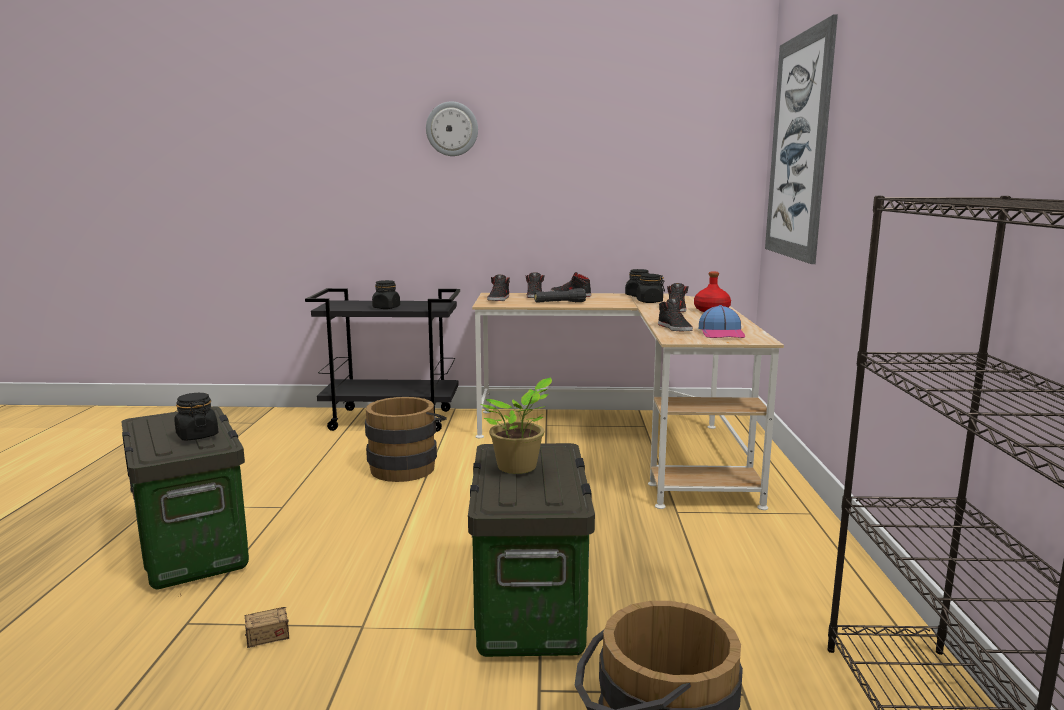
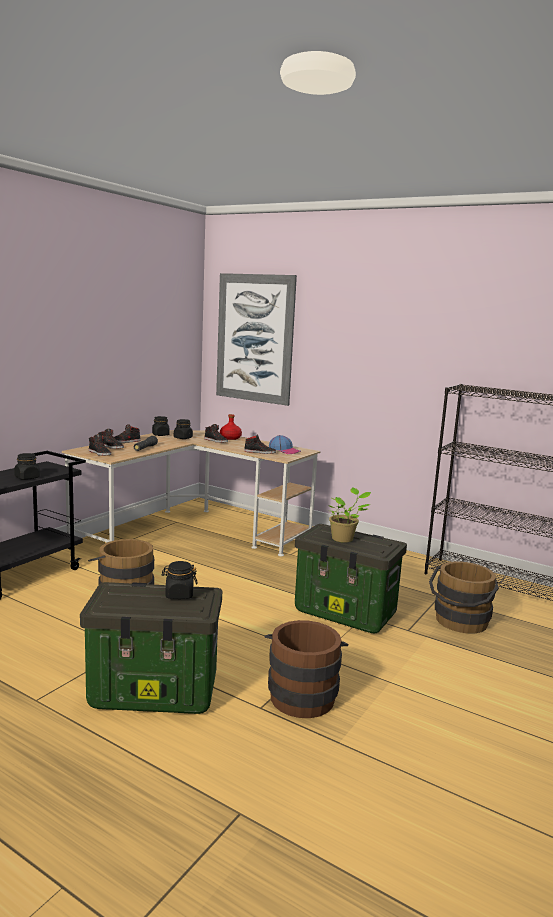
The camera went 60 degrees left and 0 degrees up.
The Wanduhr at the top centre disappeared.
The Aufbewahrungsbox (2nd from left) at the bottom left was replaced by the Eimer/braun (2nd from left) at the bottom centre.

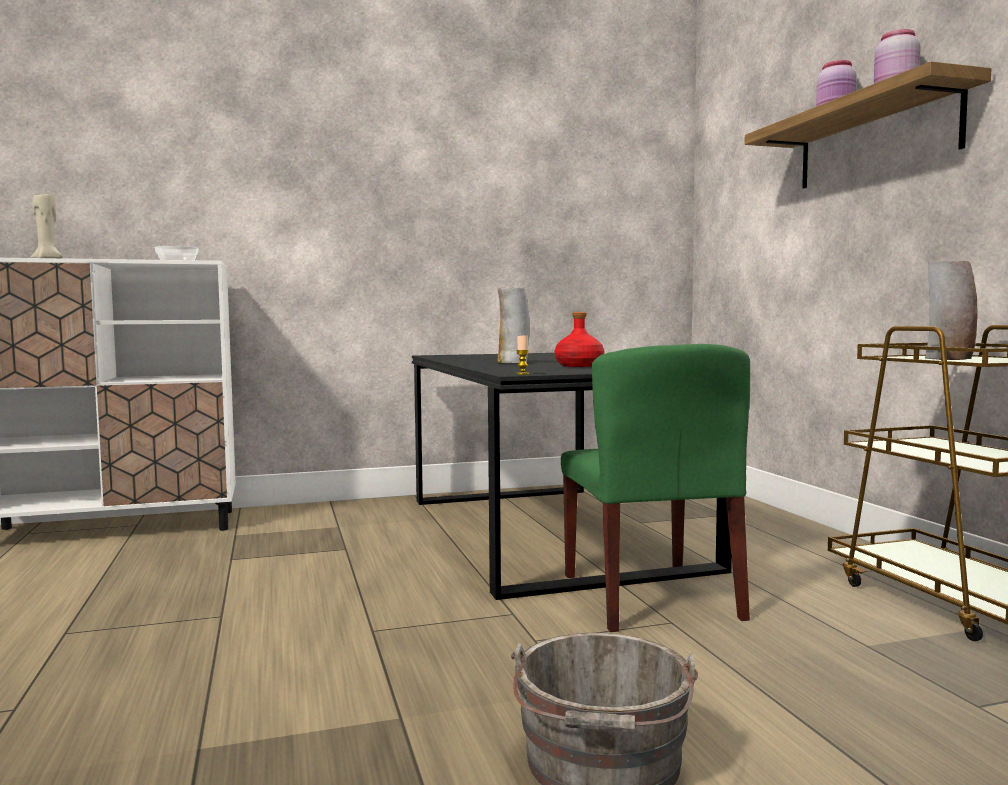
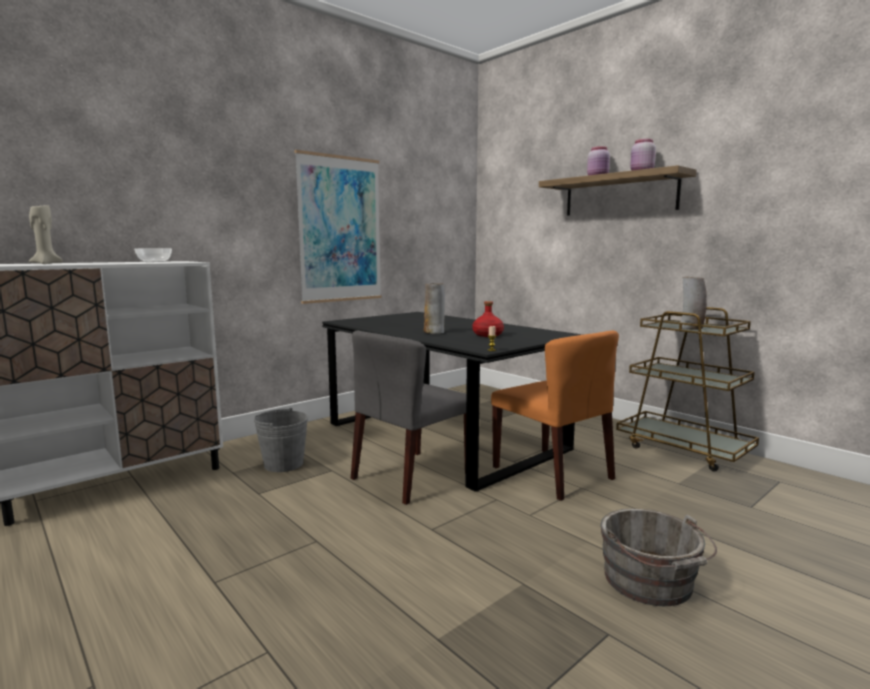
The camera went 25 degrees left and 5 degrees up.
The Eimer/grau (1st from left) at the middle left appeared.
The Bild at the top centre appeared.
The Stuhl/grau at the centre appeared.
The Stuhl/grün at the centre became the Stuhl/orange at the centre.

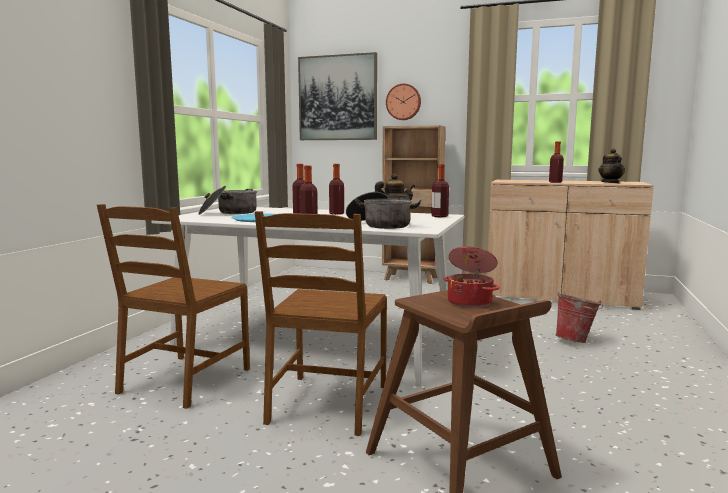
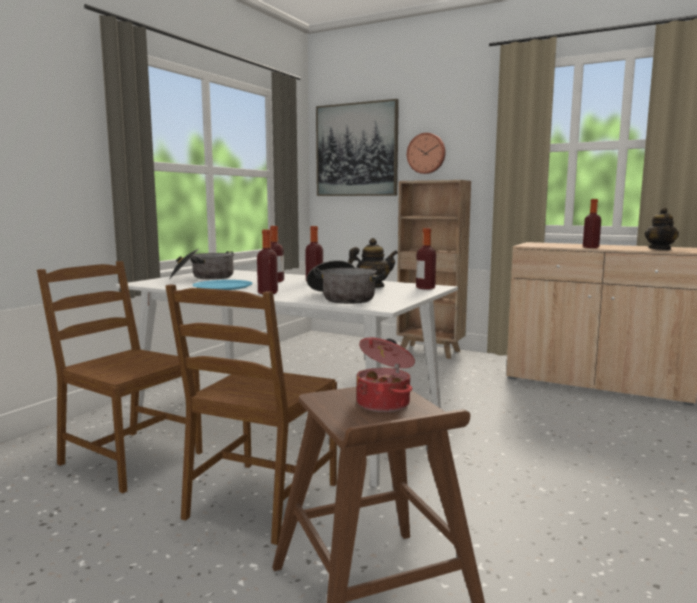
The camera went 10 degrees right and 0 degrees up.
The Eimer at the middle right disappeared.
The Stuhl/braun (1st from left) at the middle left turned 90 degrees clockwise.

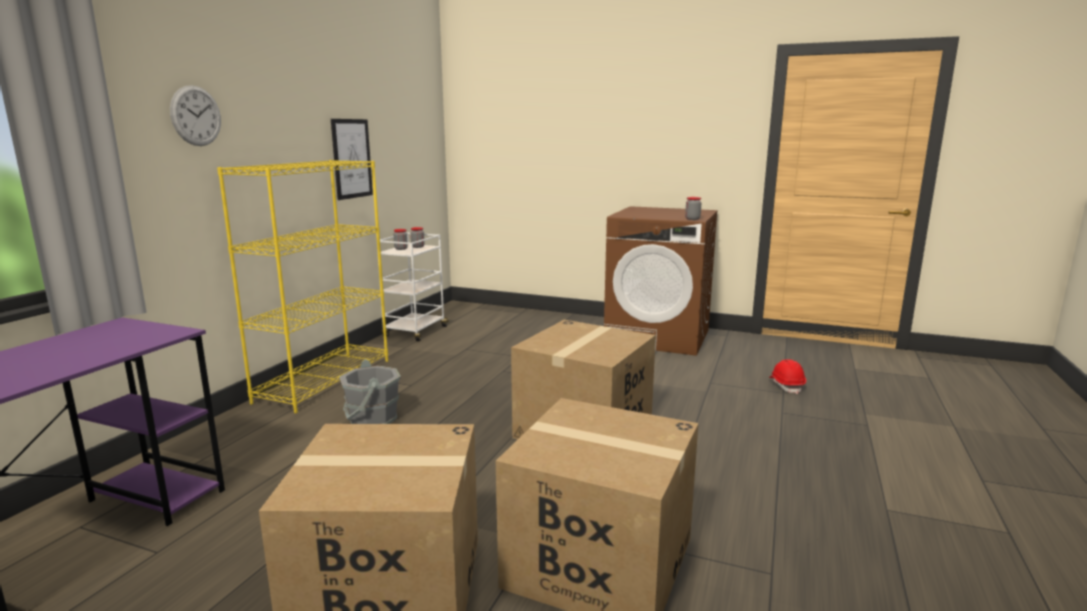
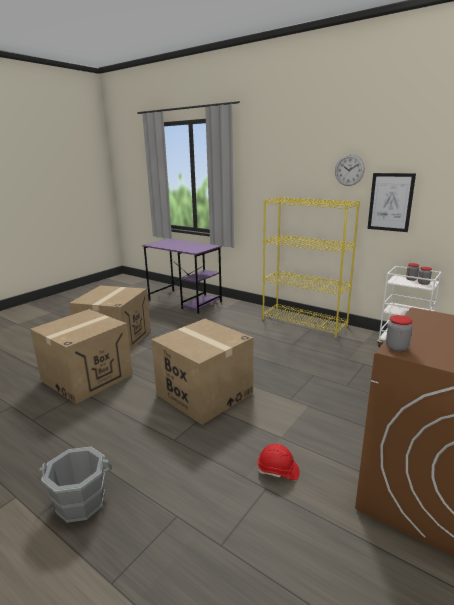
The camera went 105 degrees right and 5 degrees up.
The Wanduhr moved from the top left to the top right.
The Eimer/grau moved from the centre to the bottom left.
The Schutzhelm/rot moved from the middle right to the bottom centre.

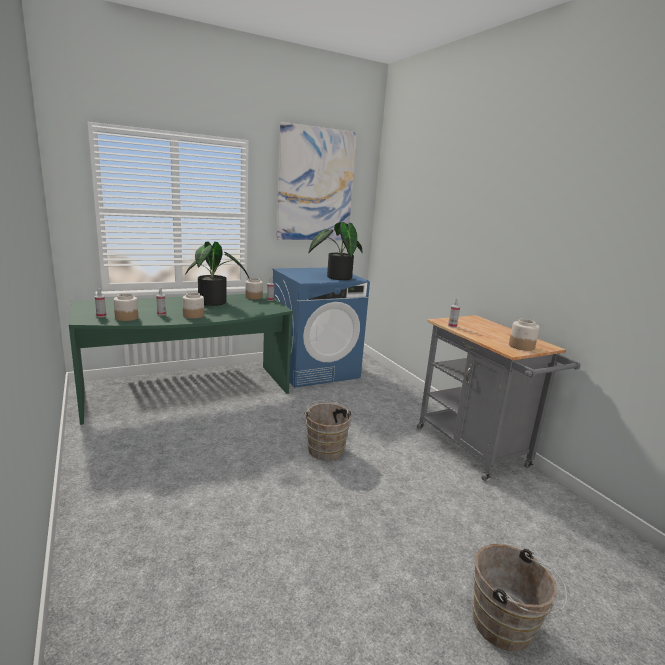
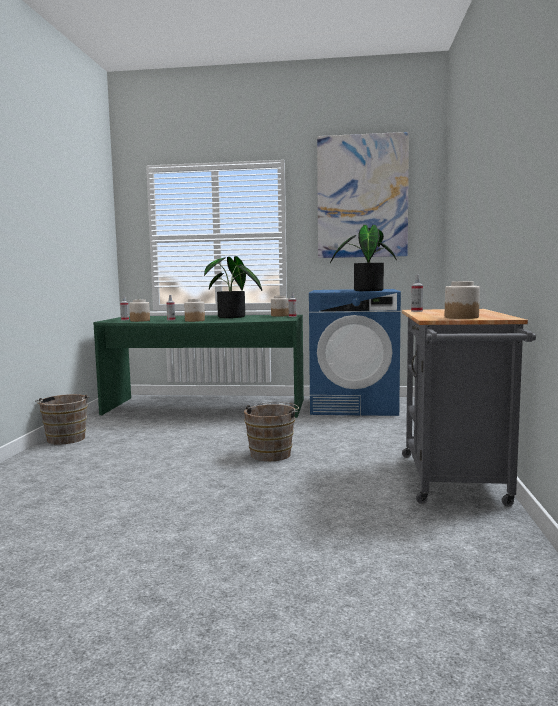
The camera went 35 degrees right and 10 degrees down.
The Eimer/braun (2nd from left in the first image) moved from the bottom right to the middle left.

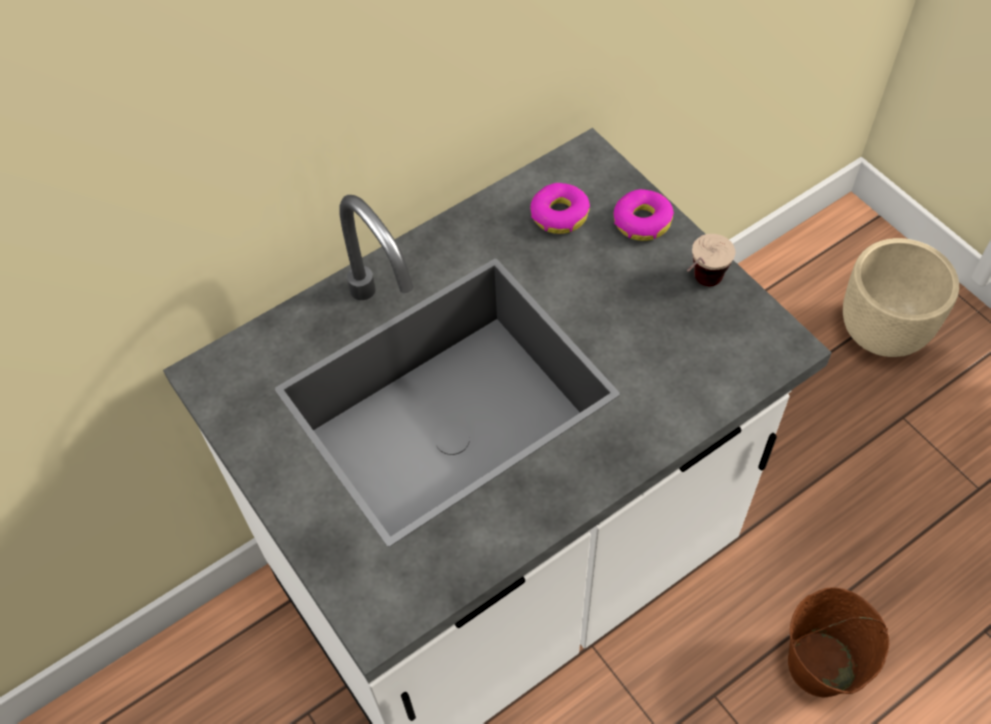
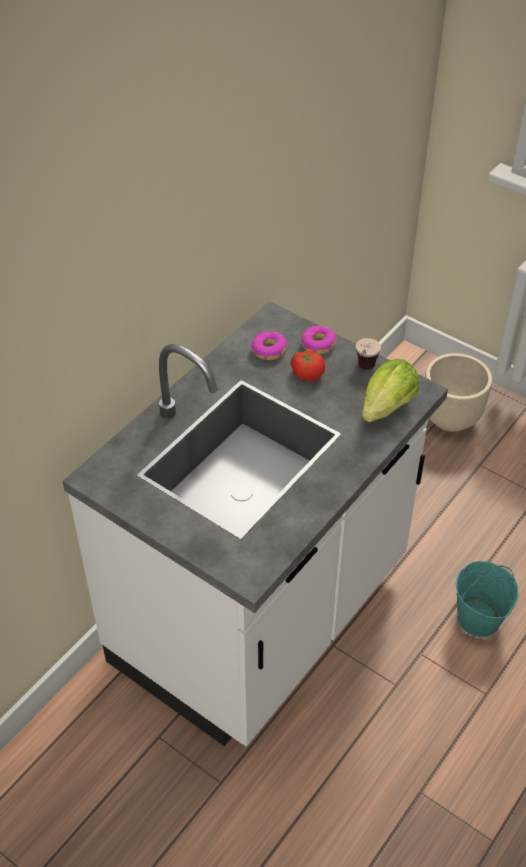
The camera went 20 degrees left and 10 degrees down.
The Tomate at the centre appeared.
The Salatkopf at the middle right appeared.
The Eimer/braun at the bottom right became the Eimer/türkis at the bottom right.

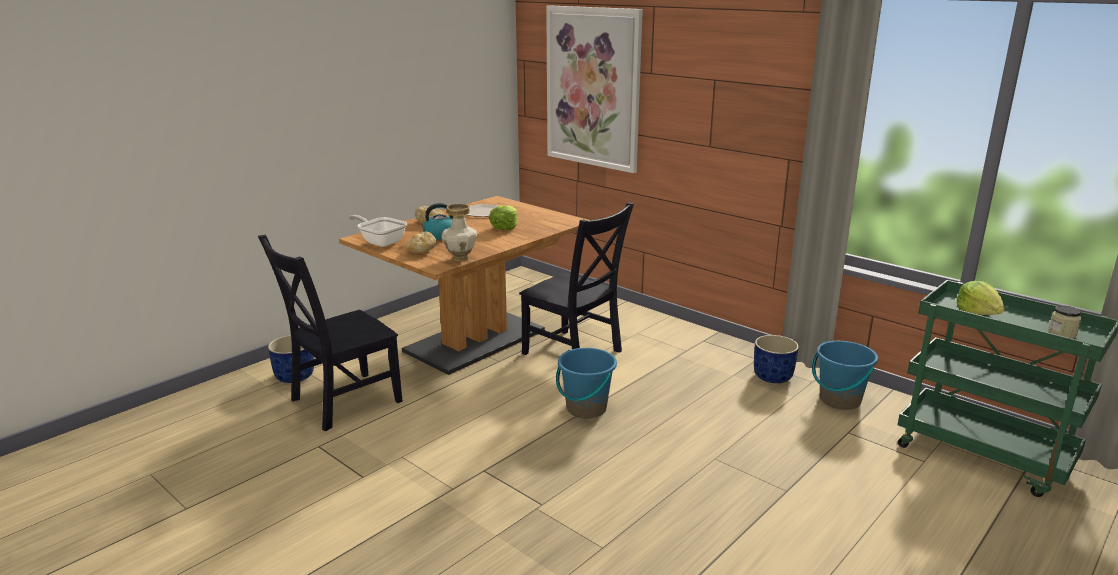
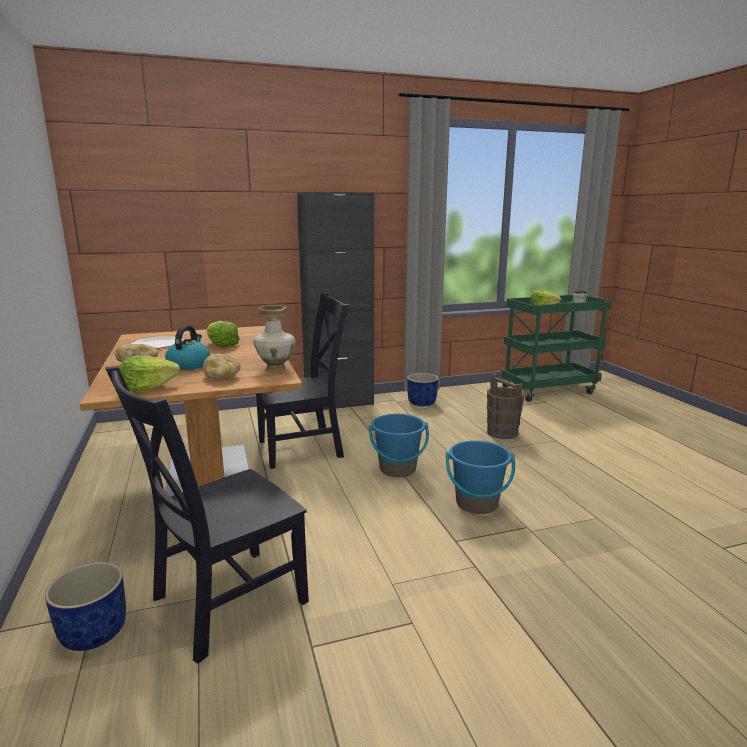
The camera went 60 degrees left and 5 degrees down.
The Bild at the top centre disappeared.
The Schrank/schwarz at the centre appeared.
The Eimer/braun at the middle right appeared.
The Eimer/blau (2nd from left) moved from the middle right to the centre.
The Pfanne at the centre was replaced by the Salatkopf (1st from left) at the middle left.
The Stuhl/schwarz (1st from left) at the middle left turned 60 degrees clockwise.

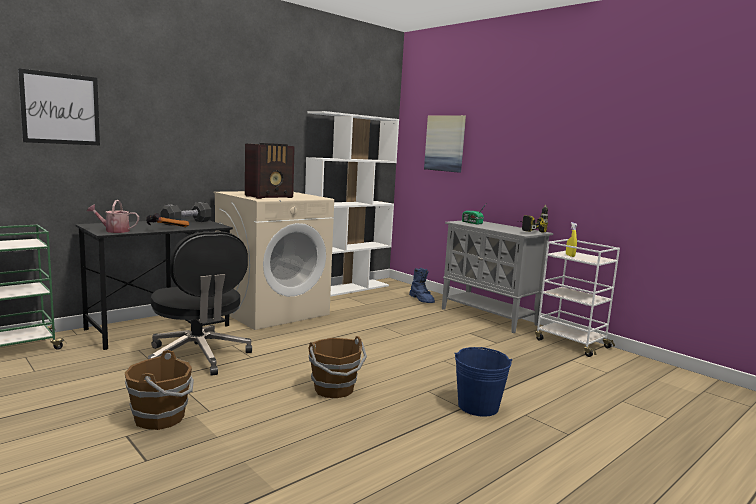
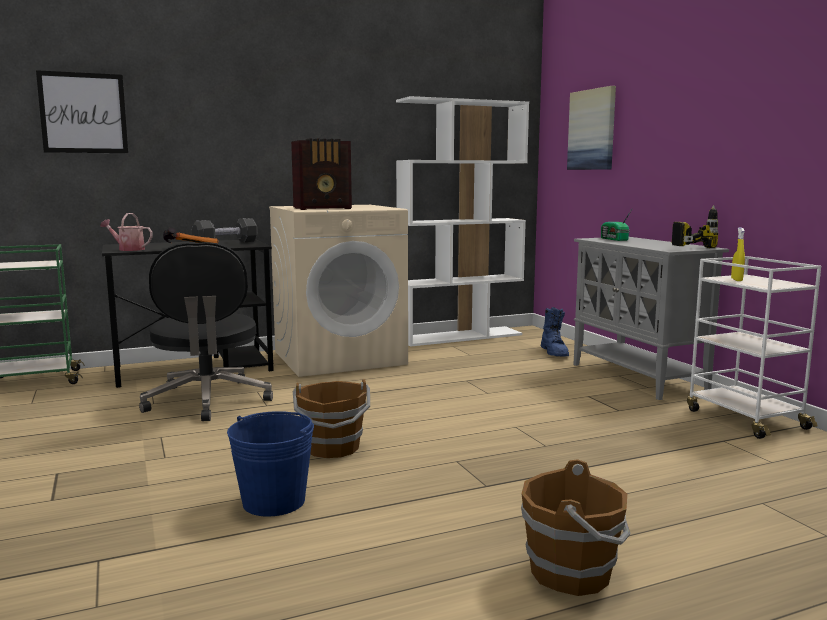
The camera went 20 degrees right and 0 degrees up.
The Eimer/braun (1st from left in the first image) moved from the bottom left to the bottom right.
The Eimer/blau moved from the bottom centre to the bottom left.

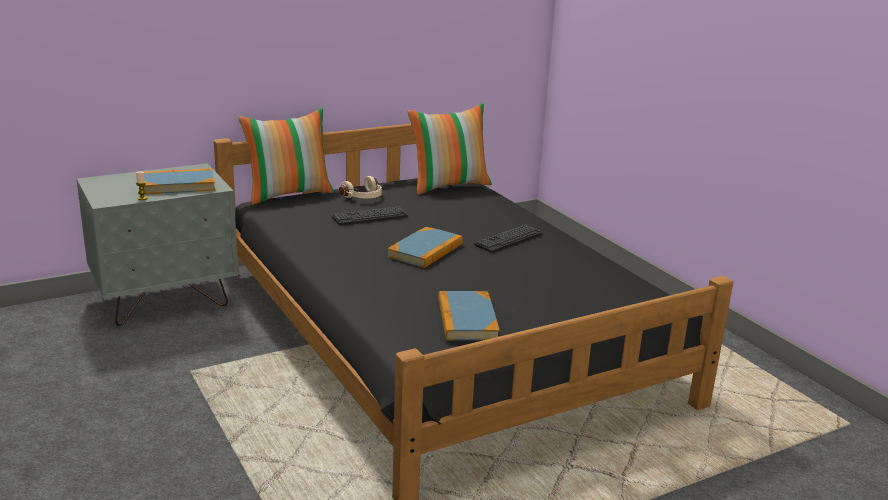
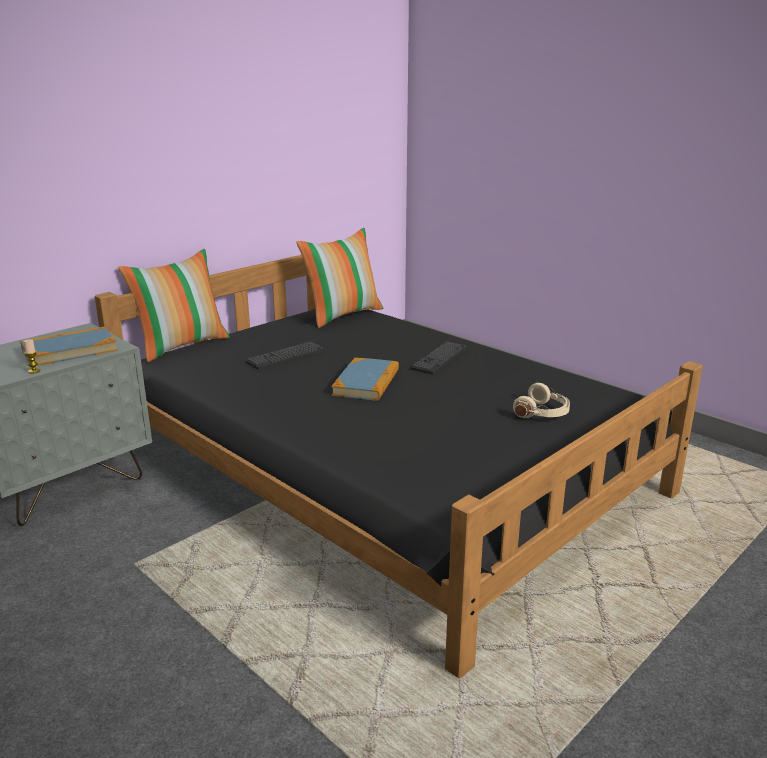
The camera went 15 degrees left and 0 degrees up.
The Buch (3rd from left) at the centre disappeared.
The Kopfhörer/beige moved from the centre to the middle right.

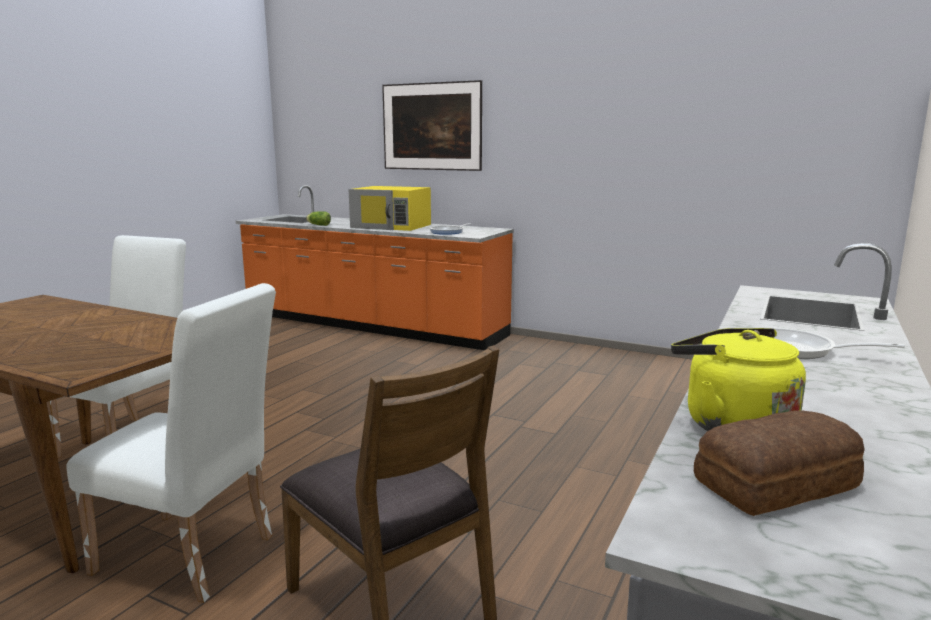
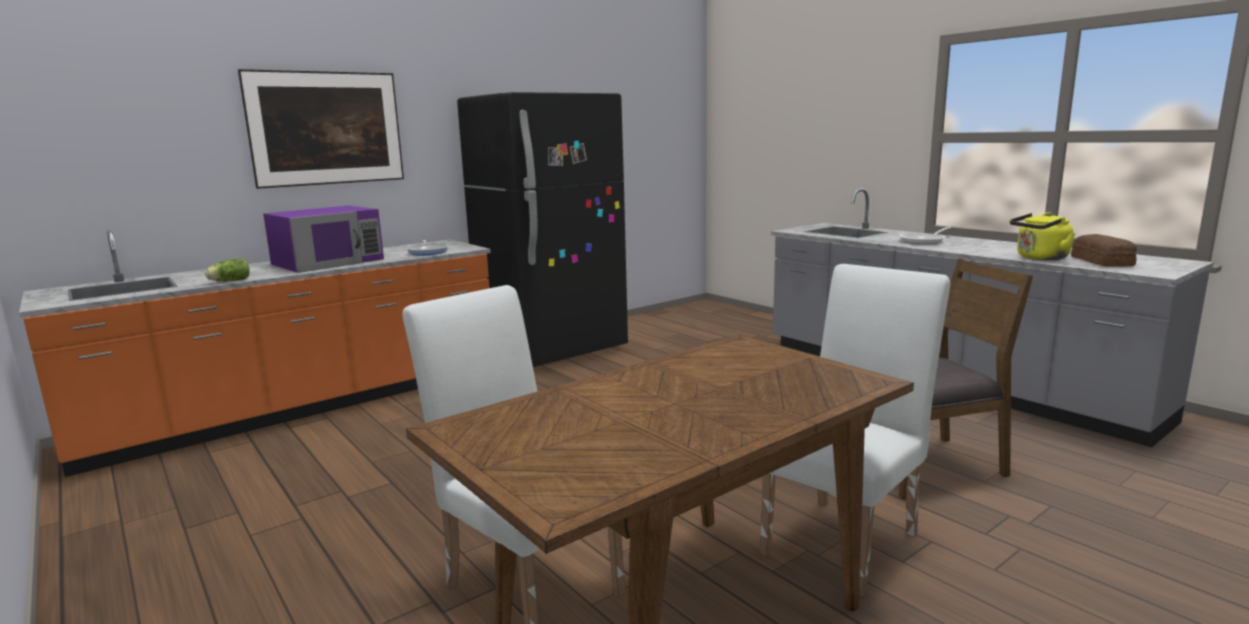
The camera went 65 degrees left and 0 degrees up.
The Kühlschrank/schwarz at the centre appeared.
The Mikrowelle/gelb at the centre became the Mikrowelle/lila at the middle left.

